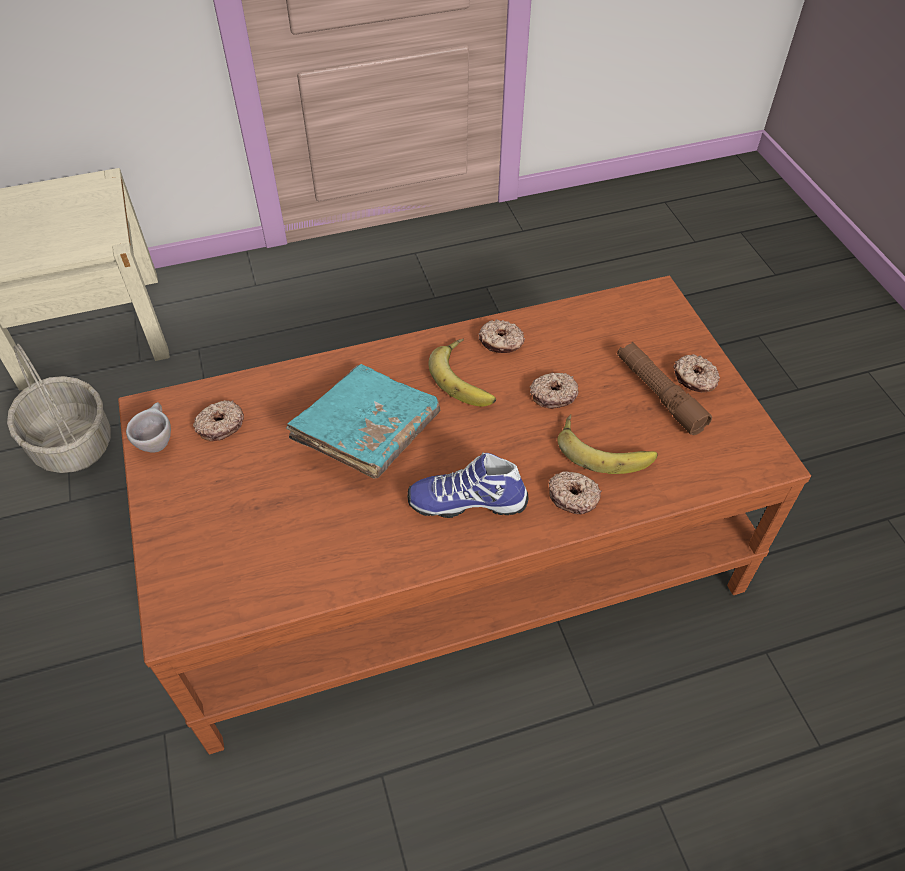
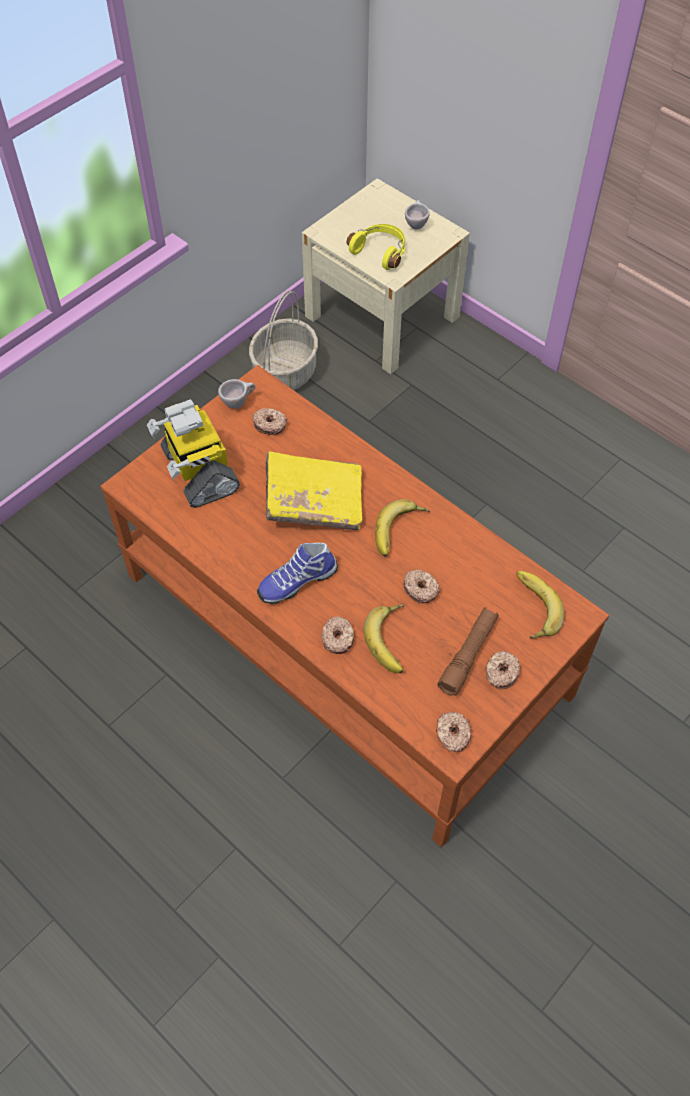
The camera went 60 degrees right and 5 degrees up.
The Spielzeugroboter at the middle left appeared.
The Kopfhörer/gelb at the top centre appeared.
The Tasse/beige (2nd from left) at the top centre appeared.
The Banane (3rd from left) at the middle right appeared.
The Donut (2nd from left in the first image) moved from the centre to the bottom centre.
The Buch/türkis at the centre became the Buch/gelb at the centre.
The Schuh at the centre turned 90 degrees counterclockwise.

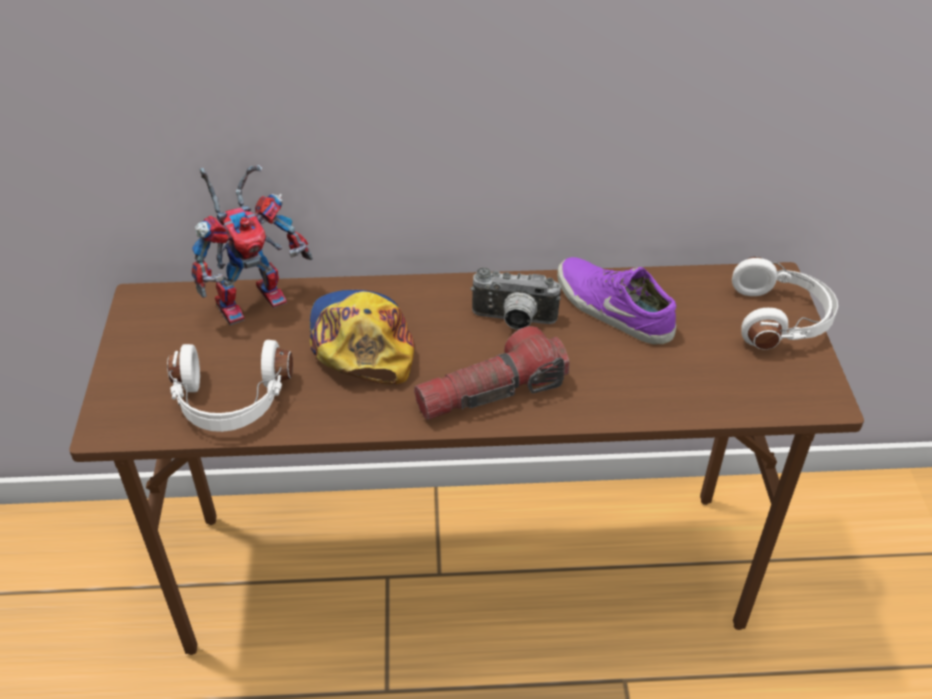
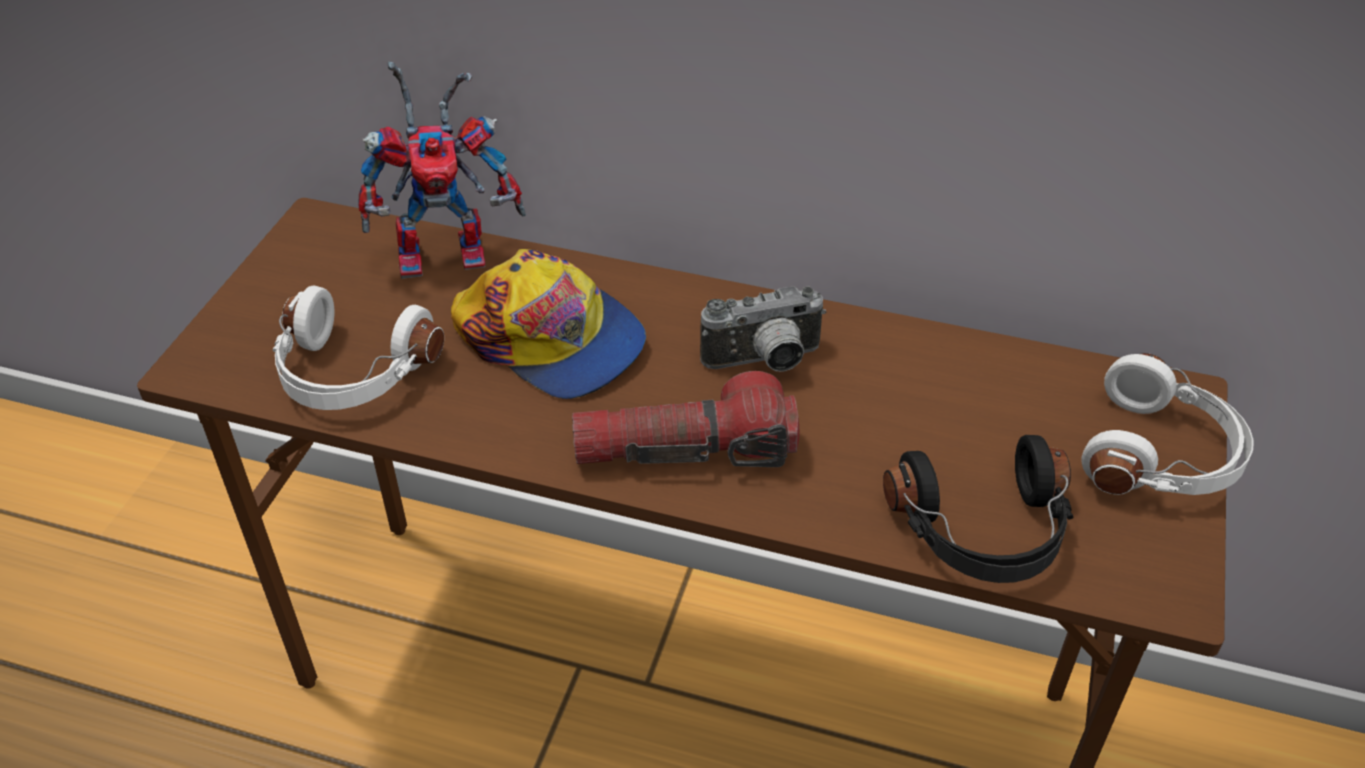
The camera went 20 degrees right and 0 degrees up.
The Schuh/lila at the centre disappeared.
The Kopfhörer/schwarz at the middle right appeared.
The Kappe at the centre turned 120 degrees clockwise.
The Kamera at the centre turned 45 degrees counterclockwise.

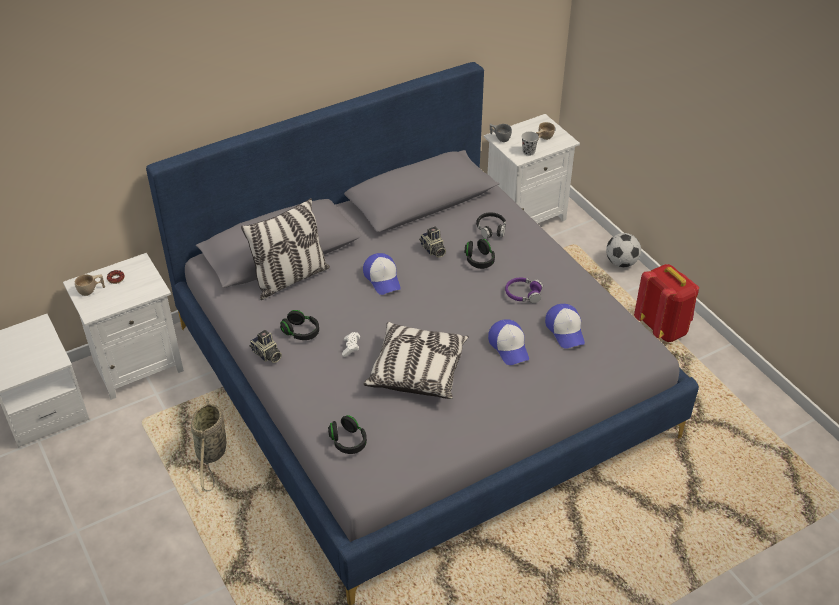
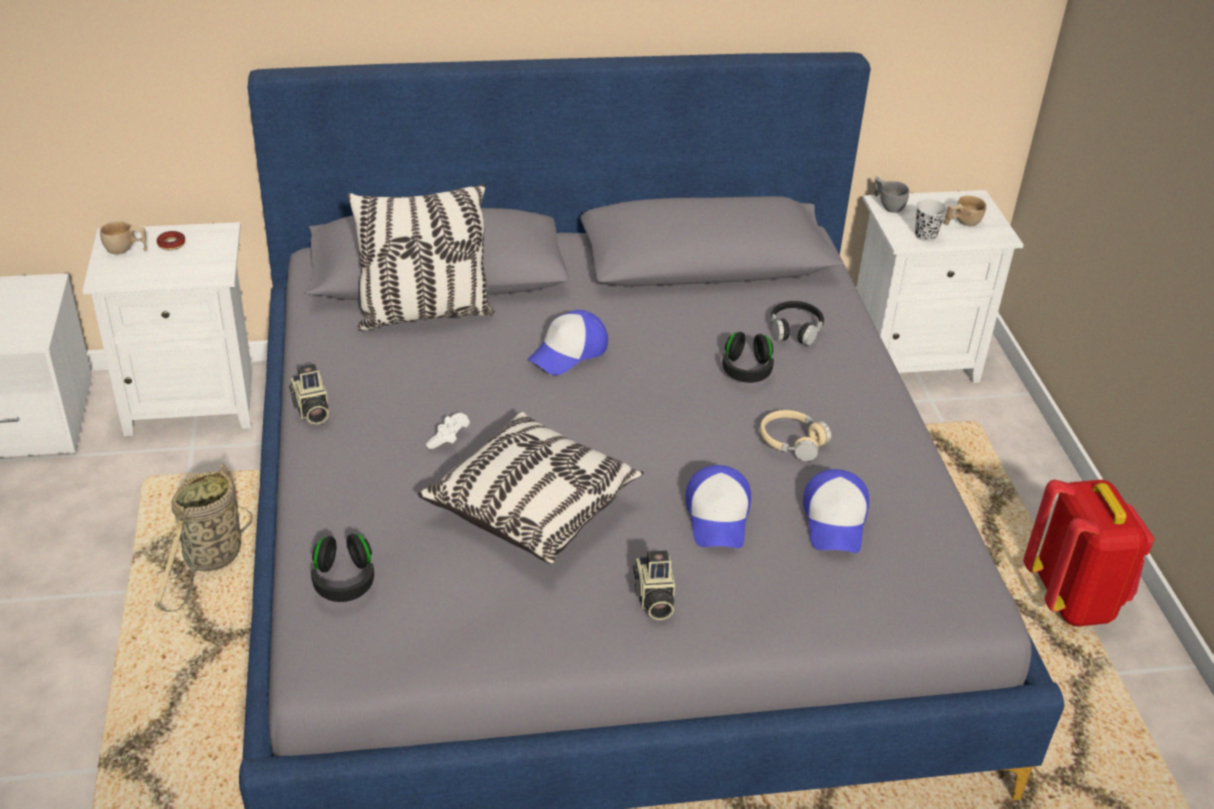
The camera went 20 degrees right and 5 degrees down.
The Kopfhörer/schwarz (1st from left) at the centre disappeared.
The Fußball at the middle right disappeared.
The Kamera (2nd from left) moved from the centre to the bottom centre.
The Kopfhörer/lila at the centre became the Kopfhörer/beige at the centre.
The Kappe (1st from left) at the centre turned 45 degrees clockwise.

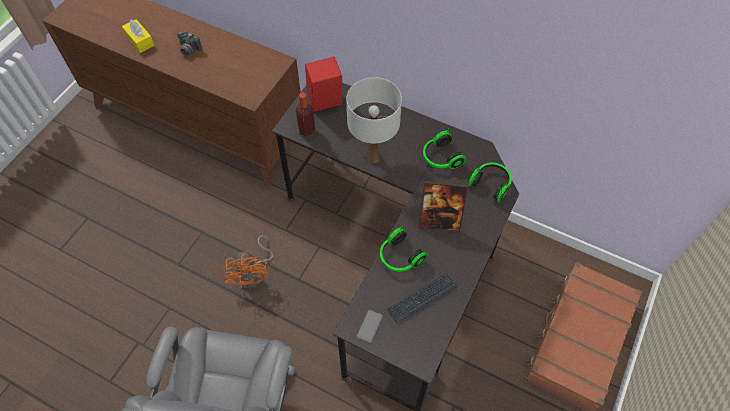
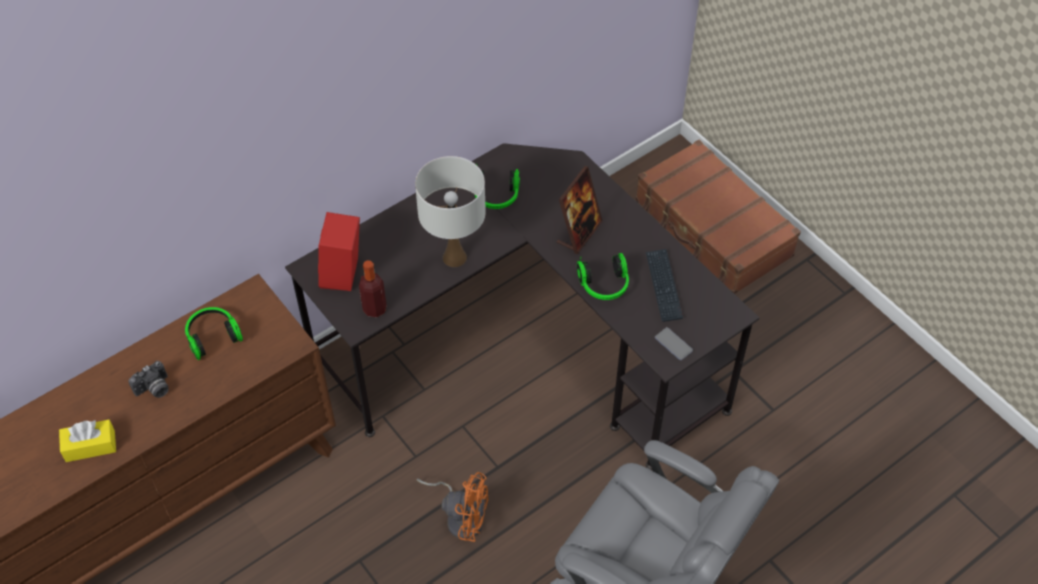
The camera went 65 degrees left and 5 degrees down.
The Kopfhörer (3rd from left in the first image) moved from the middle right to the middle left.

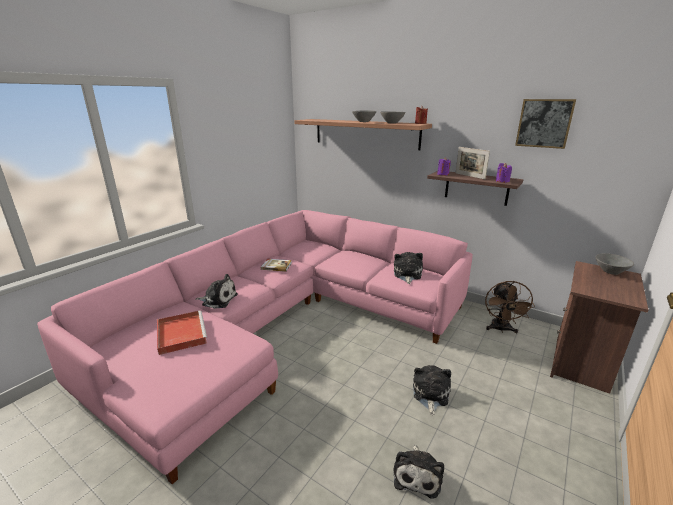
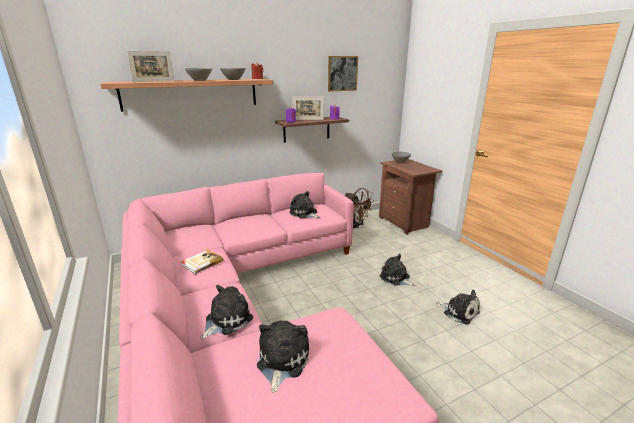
The camera went 60 degrees left and 0 degrees up.
The Bilderrahmen (1st from left) at the top left appeared.
The Tablett/rot at the middle left was replaced by the Plüschtier (2nd from left) at the bottom centre.

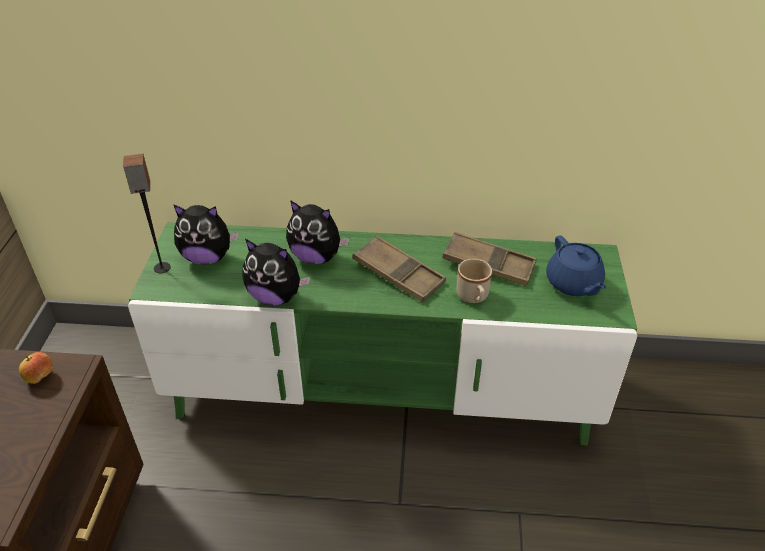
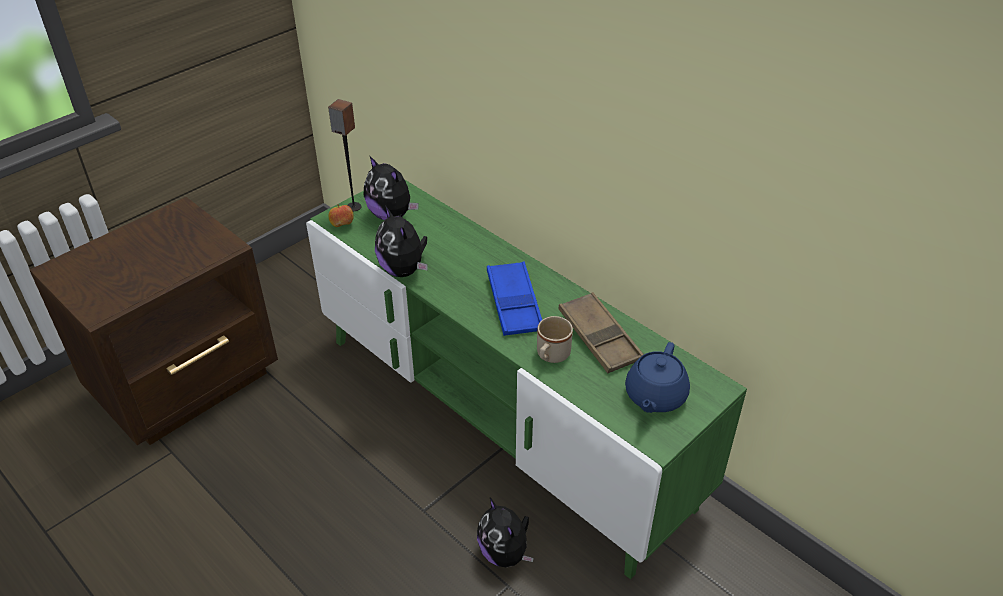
The camera went 40 degrees right and 0 degrees up.
The Apfel moved from the bottom left to the centre.
The Plüschtier (3rd from left) moved from the centre to the bottom centre.
The Tablett/braun (1st from left) at the centre became the Tablett/blau at the centre.

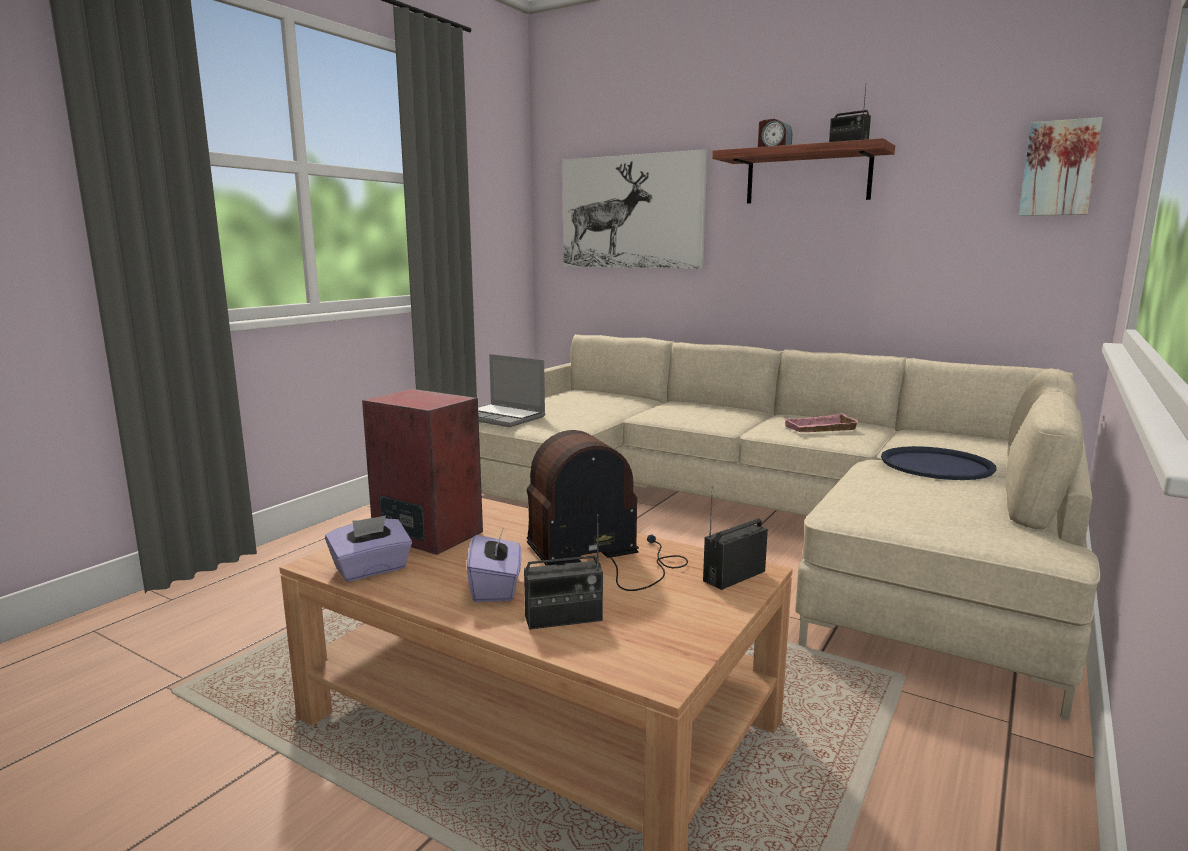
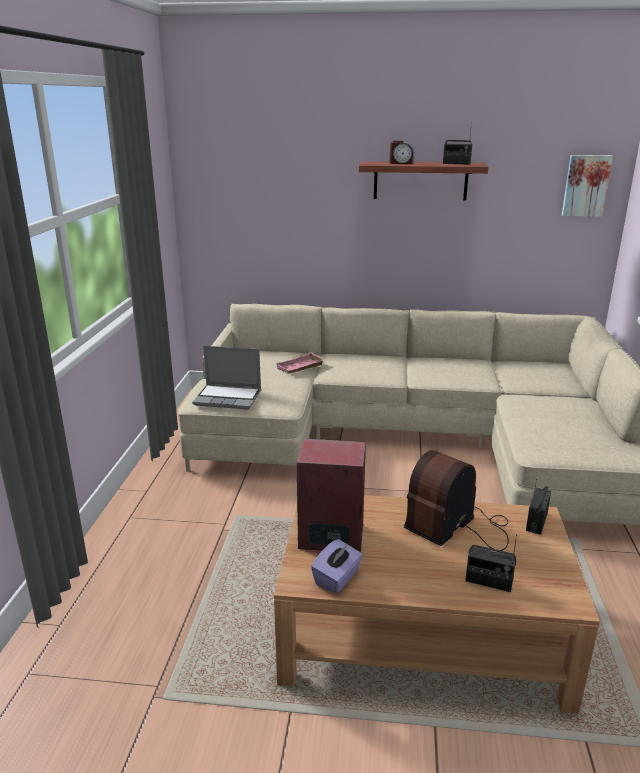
The camera went 25 degrees left and 10 degrees up.
The Taschentuchbox/lila (2nd from left) at the centre disappeared.
The Bild (1st from left) at the top centre disappeared.
The Tablett/blau at the middle right disappeared.
The Tablett/rosa moved from the middle right to the centre.
The Radio (1st from left in the first image) at the bottom centre turned 60 degrees clockwise.

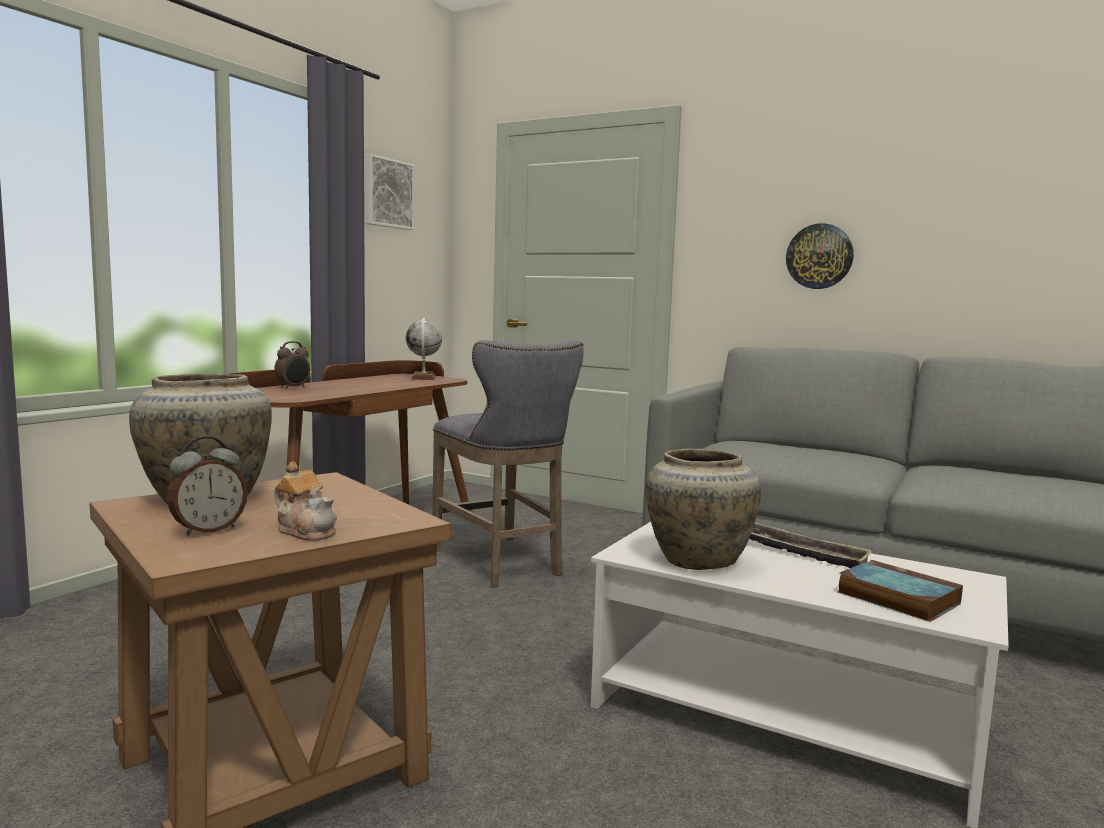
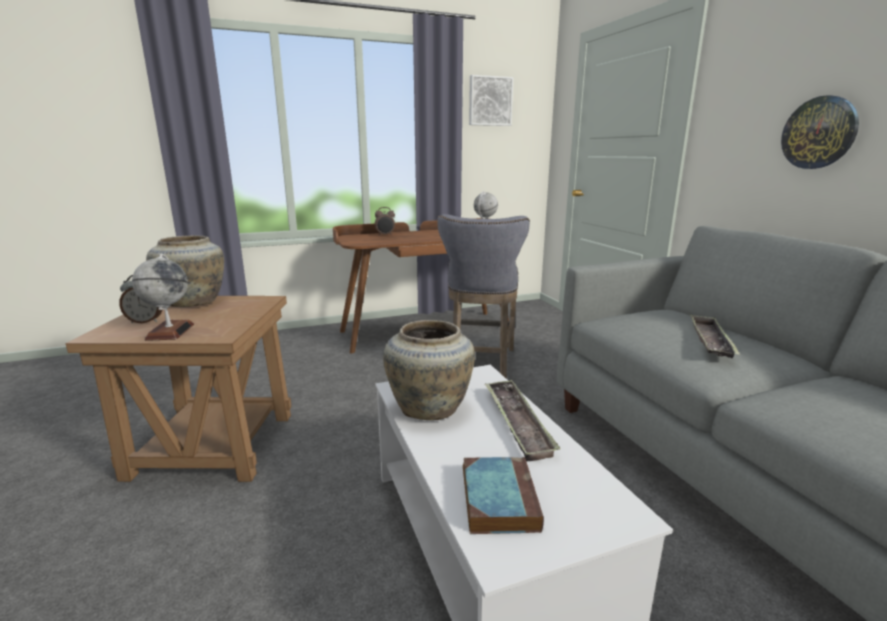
The camera went 40 degrees right and 10 degrees up.
The Tablett (2nd from left) at the middle right appeared.
The Teekanne at the middle left was replaced by the Globus (1st from left) at the middle left.

